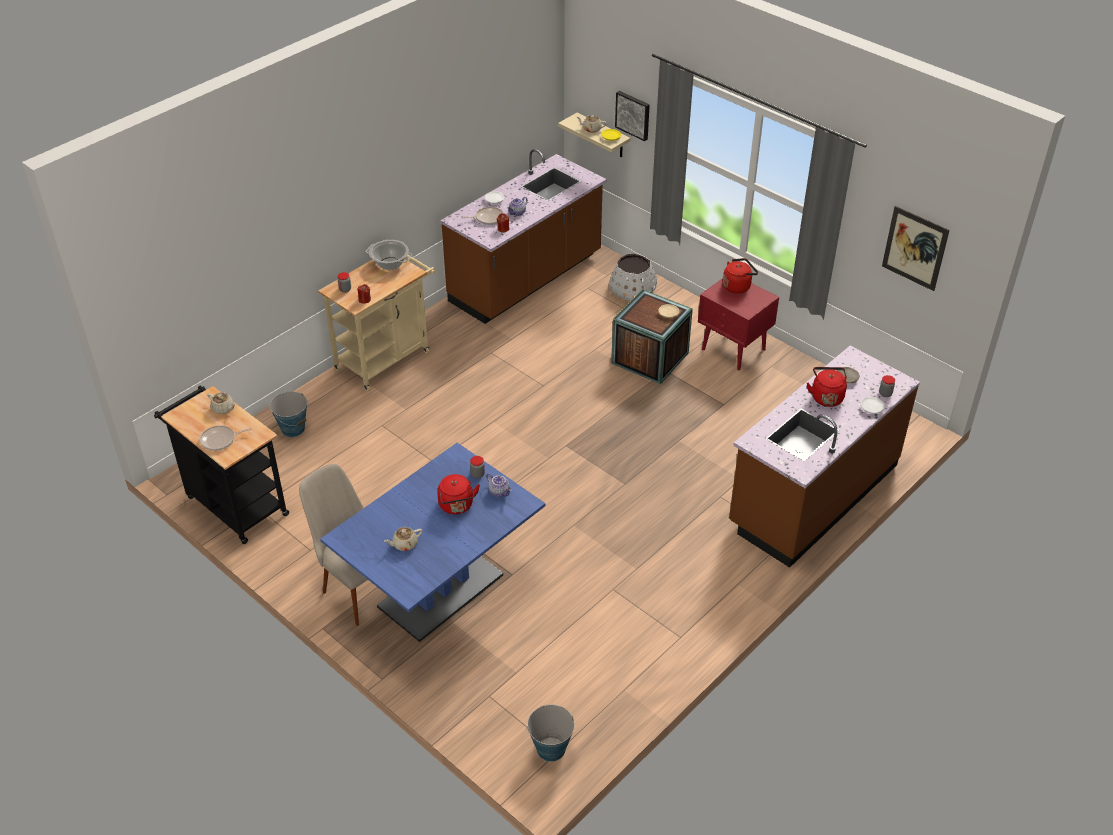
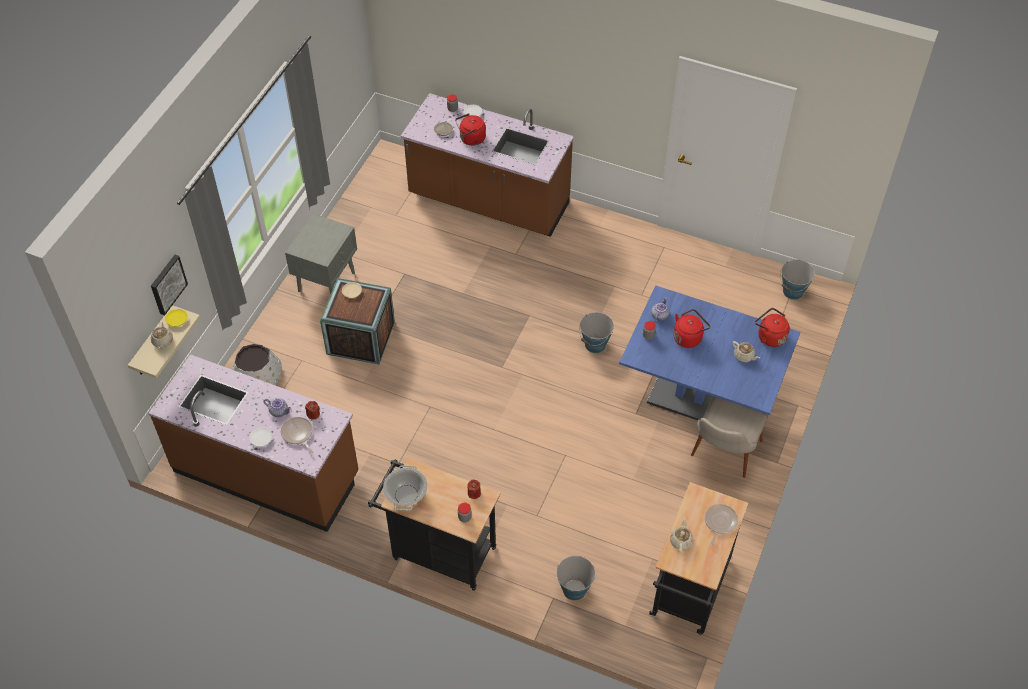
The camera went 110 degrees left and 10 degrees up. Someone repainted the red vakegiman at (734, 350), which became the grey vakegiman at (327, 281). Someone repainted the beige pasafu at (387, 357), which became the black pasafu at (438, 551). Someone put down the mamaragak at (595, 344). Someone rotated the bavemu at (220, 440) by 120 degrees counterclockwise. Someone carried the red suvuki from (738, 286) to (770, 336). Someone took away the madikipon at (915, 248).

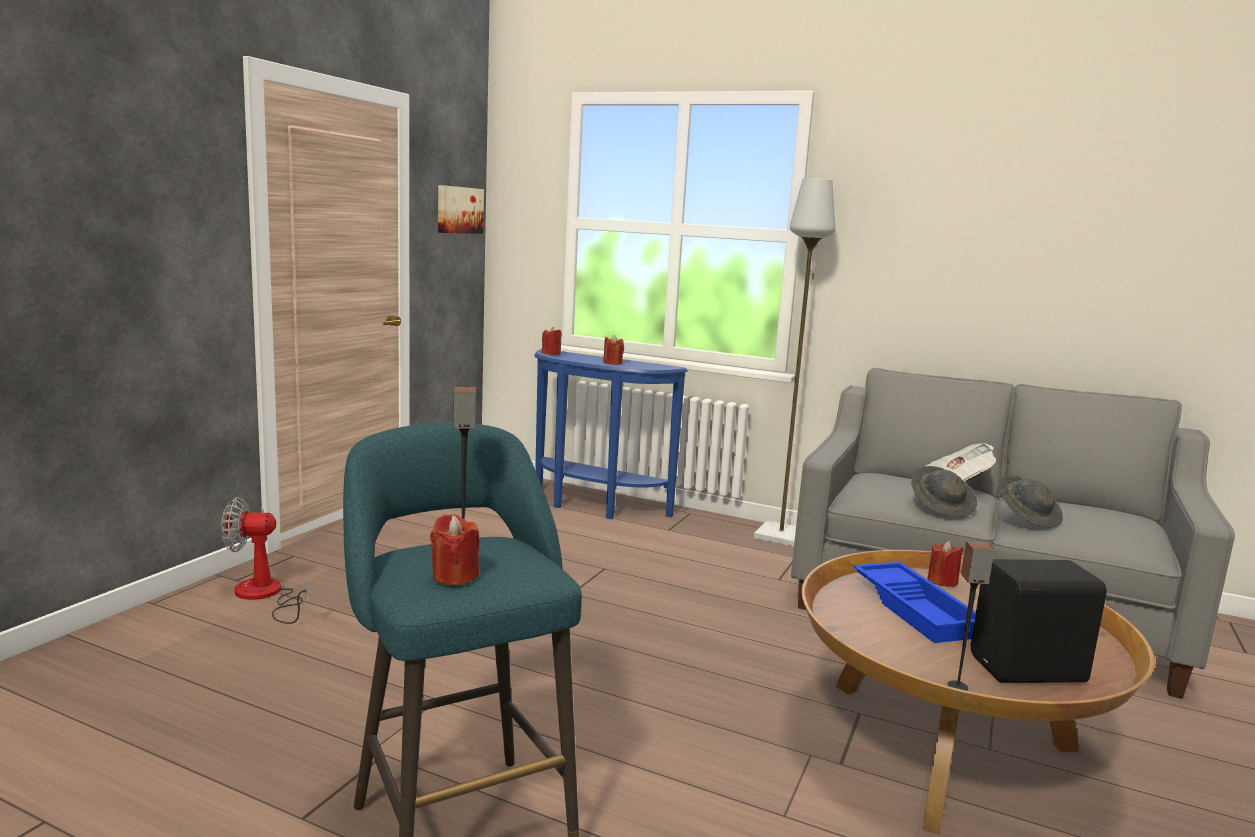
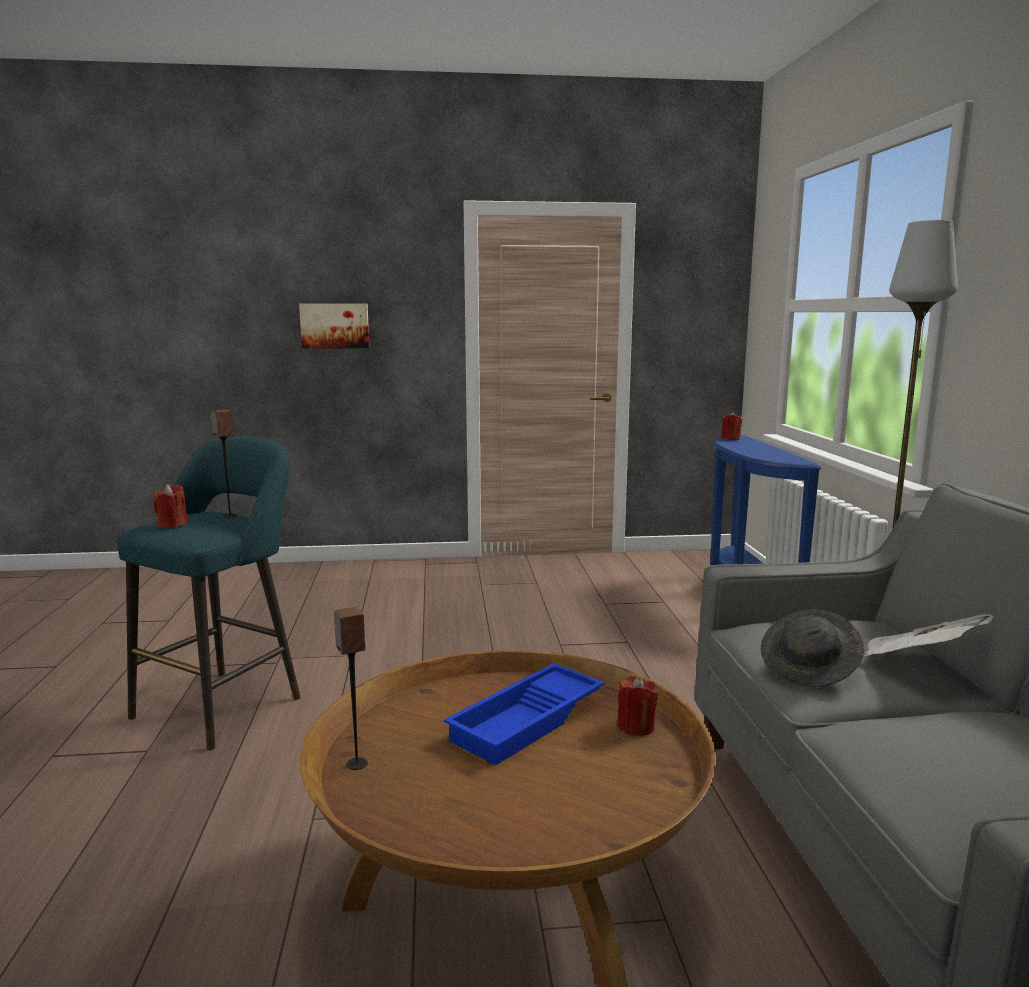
The camera went 60 degrees right and 0 degrees up. Someone carried the madikipon from (458, 210) to (335, 326). Someone took away the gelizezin at (265, 596). Someone took away the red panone at (612, 363). Someone took away the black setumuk at (1030, 671). Someone took away the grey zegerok at (1027, 517).

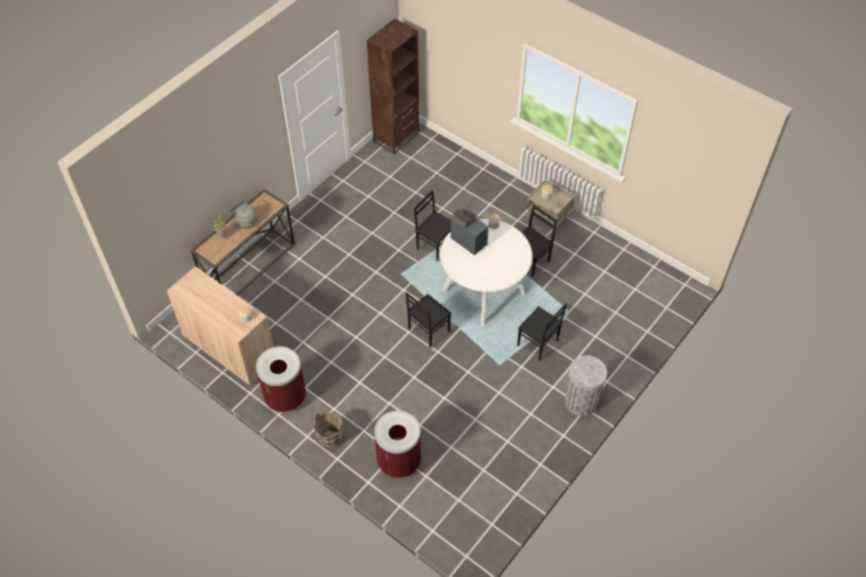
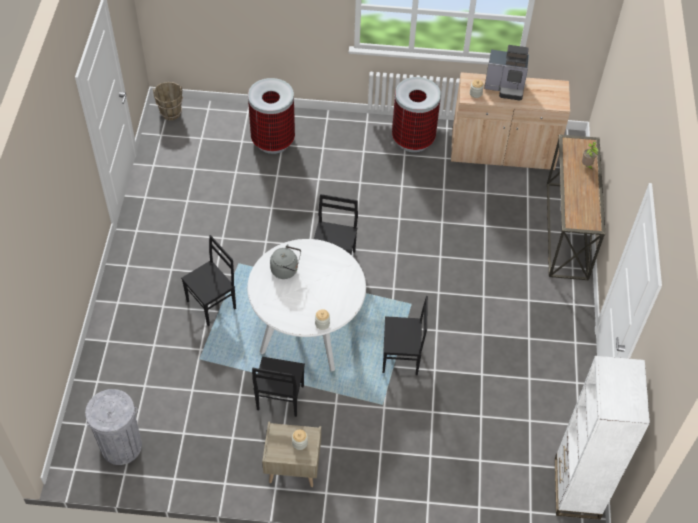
The camera went 145 degrees right and 0 degrees up. Someone carried the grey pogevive from (581, 402) to (121, 446). Someone carried the brown mamaragak from (330, 439) to (171, 113). Someone rotated the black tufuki at (537, 343) by 135 degrees clockwise. Someone carried the grey suvuki from (245, 221) to (286, 270). Someone carried the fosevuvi from (469, 239) to (505, 87). Someone repainted the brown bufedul at (396, 136), which became the white bufedul at (576, 488).

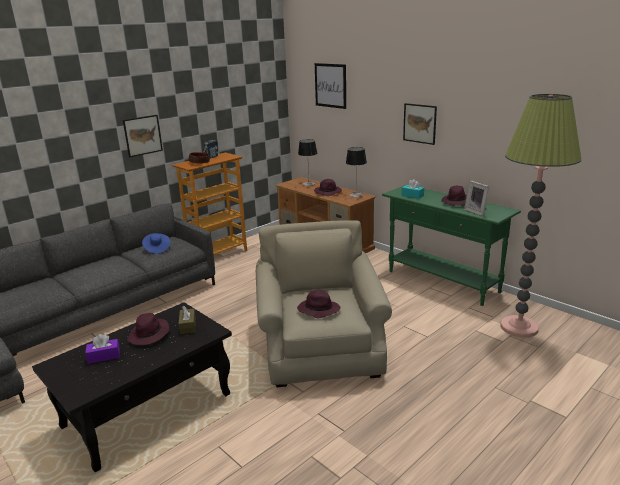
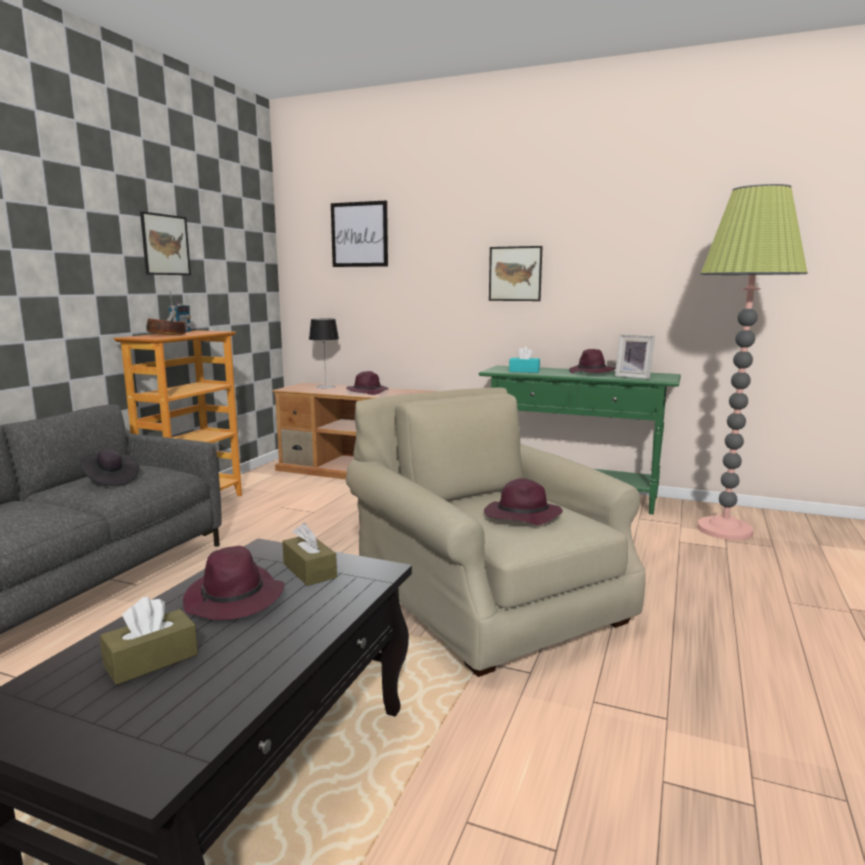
The camera went 25 degrees left and 10 degrees down. Someone repainted the blue zegerok at (157, 249), which became the black zegerok at (110, 480). Someone repainted the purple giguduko at (104, 356), which became the brown giguduko at (151, 660). Someone carried the madikipon from (142, 135) to (165, 245). Someone took away the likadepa at (356, 195).

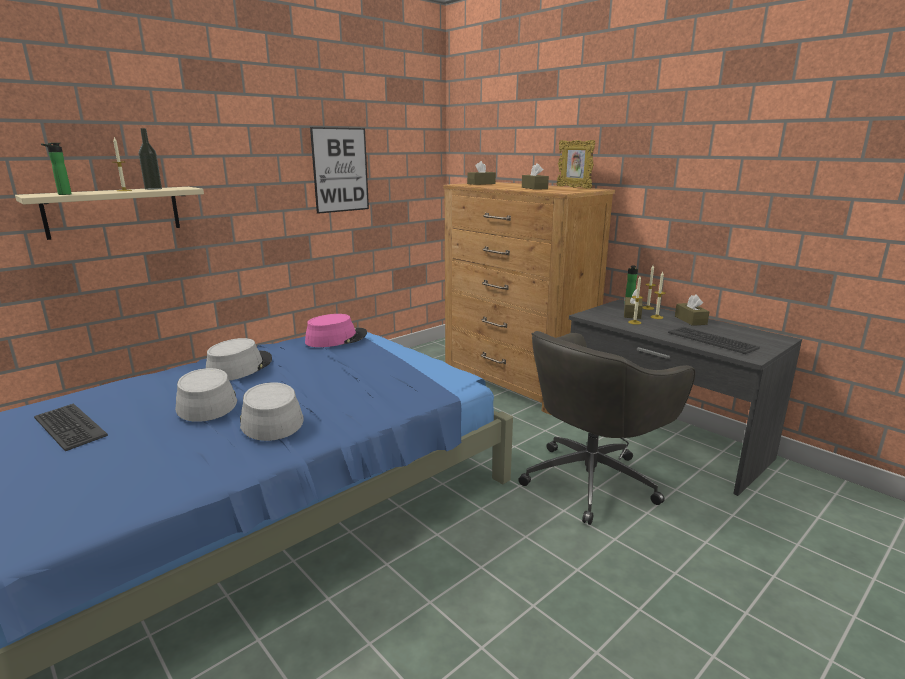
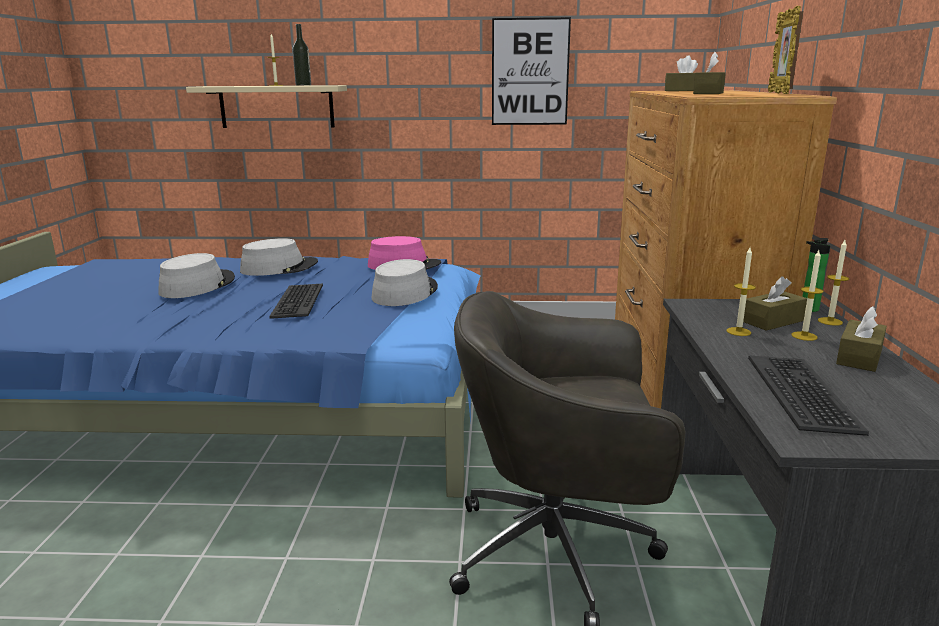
The camera went 45 degrees right and 0 degrees up. Someone carried the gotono from (69, 427) to (297, 301). Someone carried the grey zegerok from (270, 419) to (404, 293). Someone took away the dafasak at (62, 194).

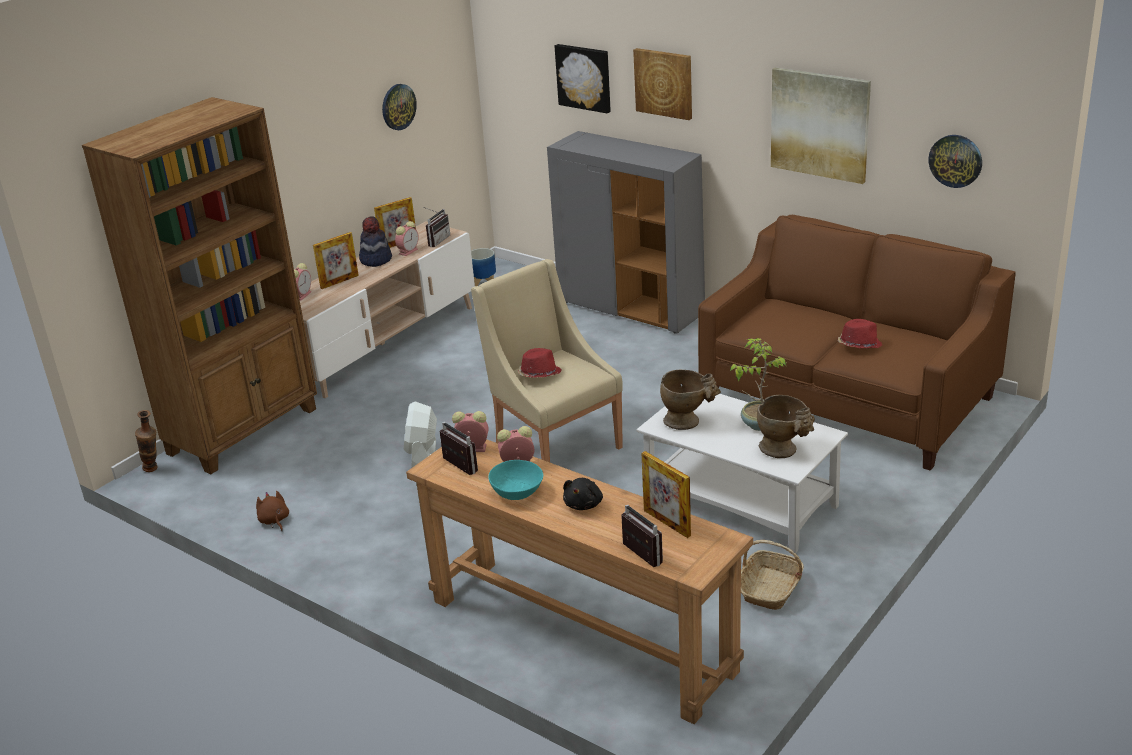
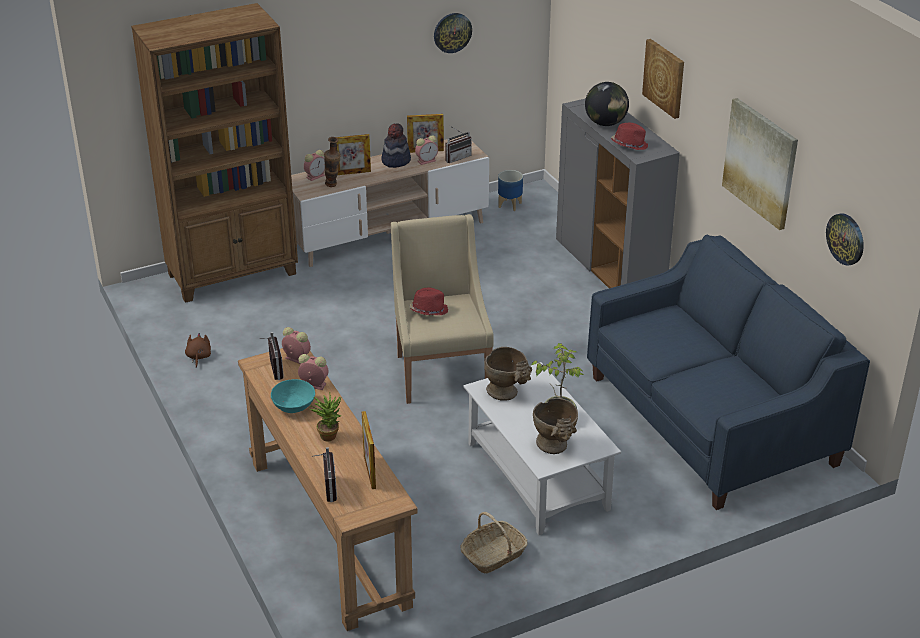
The camera went 25 degrees right and 5 degrees up. Someone swapped the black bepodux at (584, 504) for the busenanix at (329, 434). Someone carried the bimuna from (154, 470) to (333, 186). Someone put down the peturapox at (605, 123). Someone repainted the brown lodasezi at (848, 399), which became the blue lodasezi at (711, 420). Someone carried the red zegerok from (858, 345) to (629, 145). Someone took away the white gelizezin at (423, 457). Someone took away the madikipon at (584, 77).

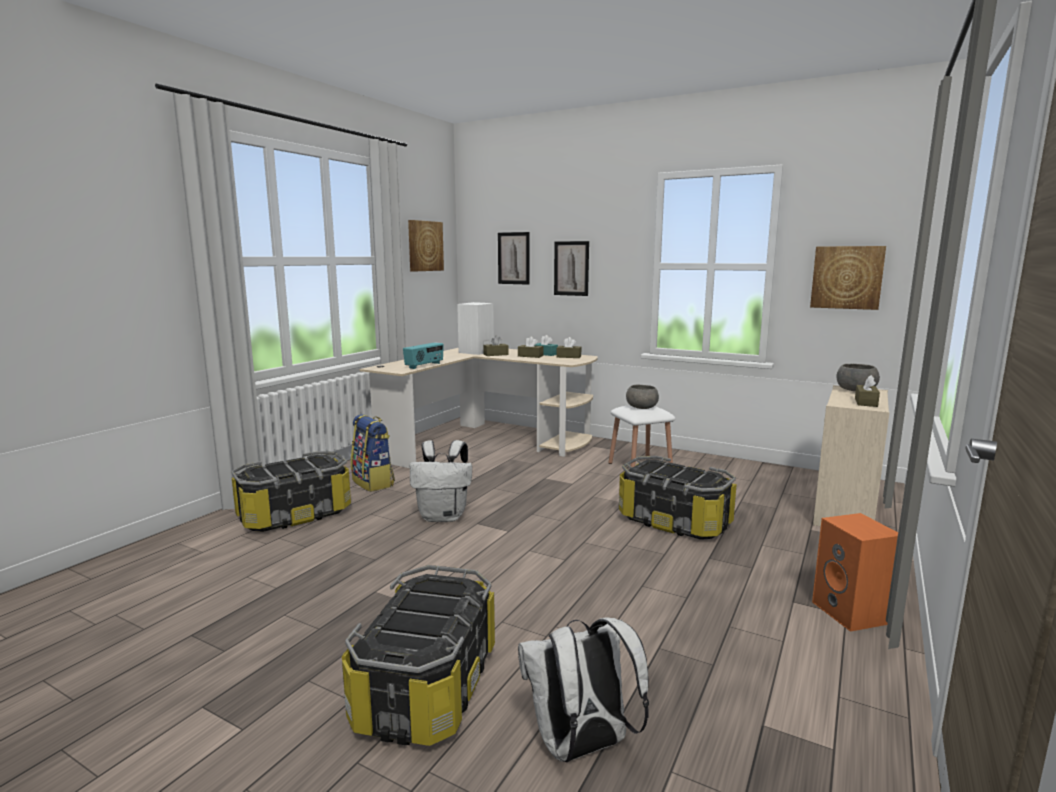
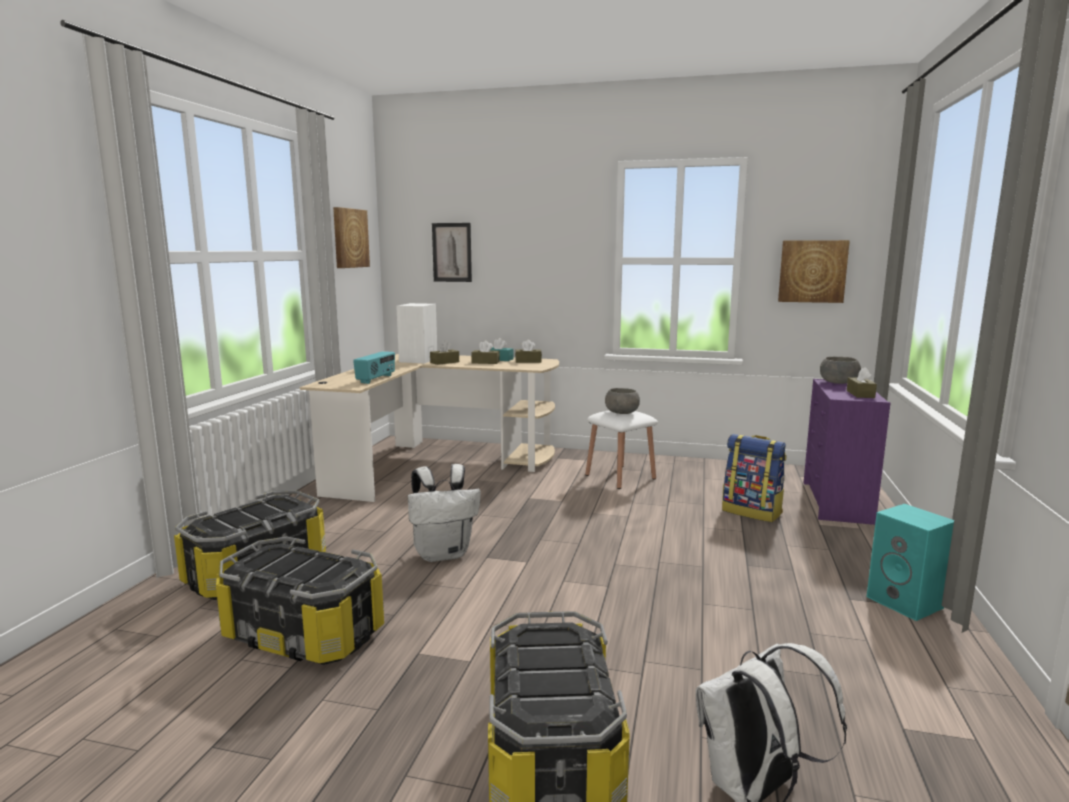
The camera went 15 degrees left and 0 degrees up. Someone carried the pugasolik from (674, 522) to (303, 635). Someone carried the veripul from (374, 483) to (752, 512). Someone repainted the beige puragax at (844, 511), which became the purple puragax at (837, 503). Someone repainted the orange setumuk at (852, 613), which became the turquoise setumuk at (906, 603). Someone took away the madikipon at (571, 268).

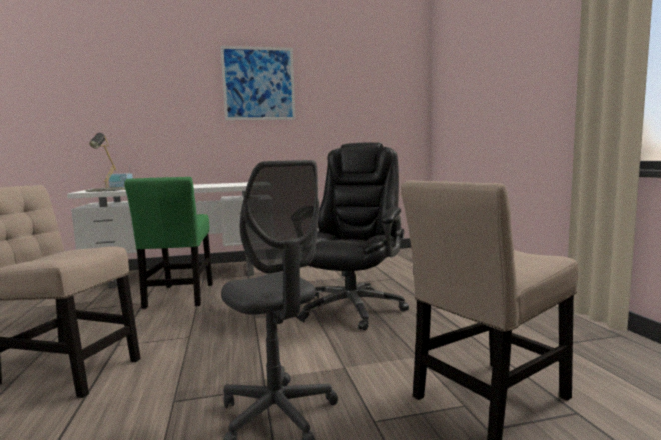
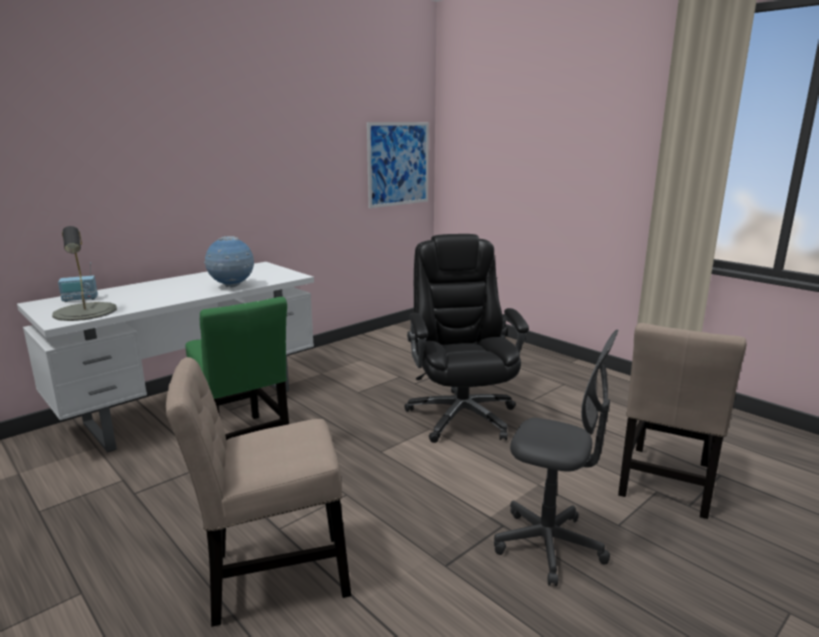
The camera went 30 degrees left and 10 degrees up. Someone put down the peturapox at (232, 286). Someone carried the madikipon from (259, 84) to (398, 164).

